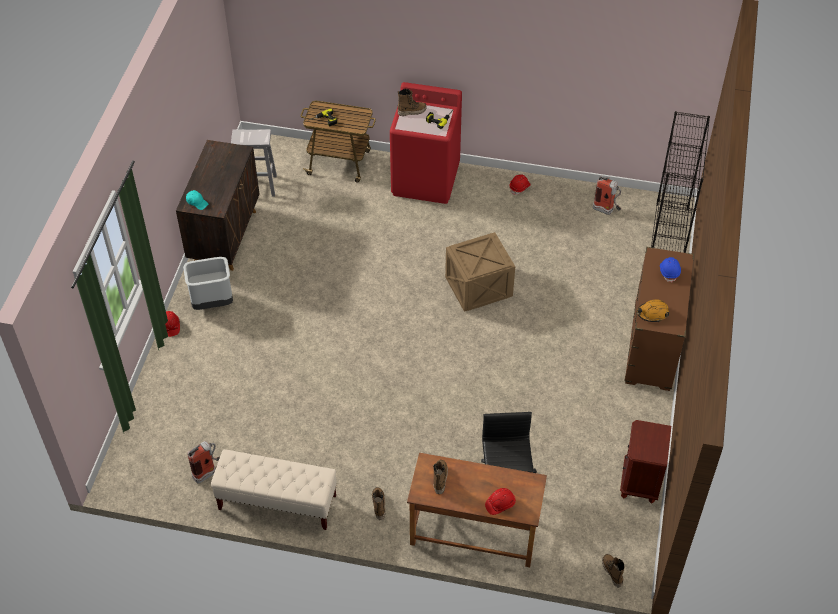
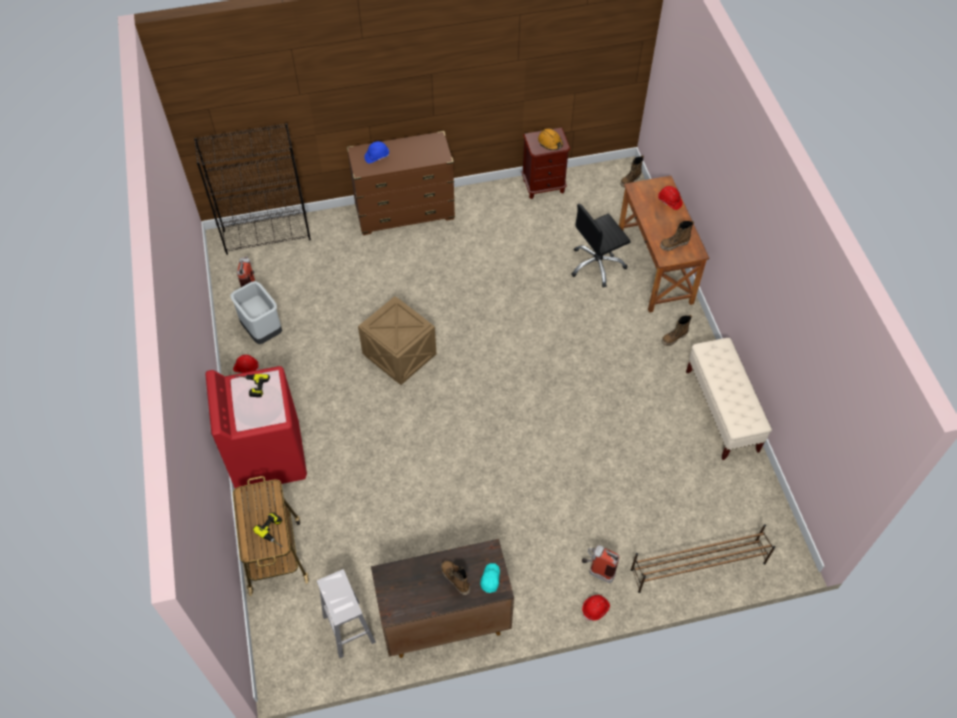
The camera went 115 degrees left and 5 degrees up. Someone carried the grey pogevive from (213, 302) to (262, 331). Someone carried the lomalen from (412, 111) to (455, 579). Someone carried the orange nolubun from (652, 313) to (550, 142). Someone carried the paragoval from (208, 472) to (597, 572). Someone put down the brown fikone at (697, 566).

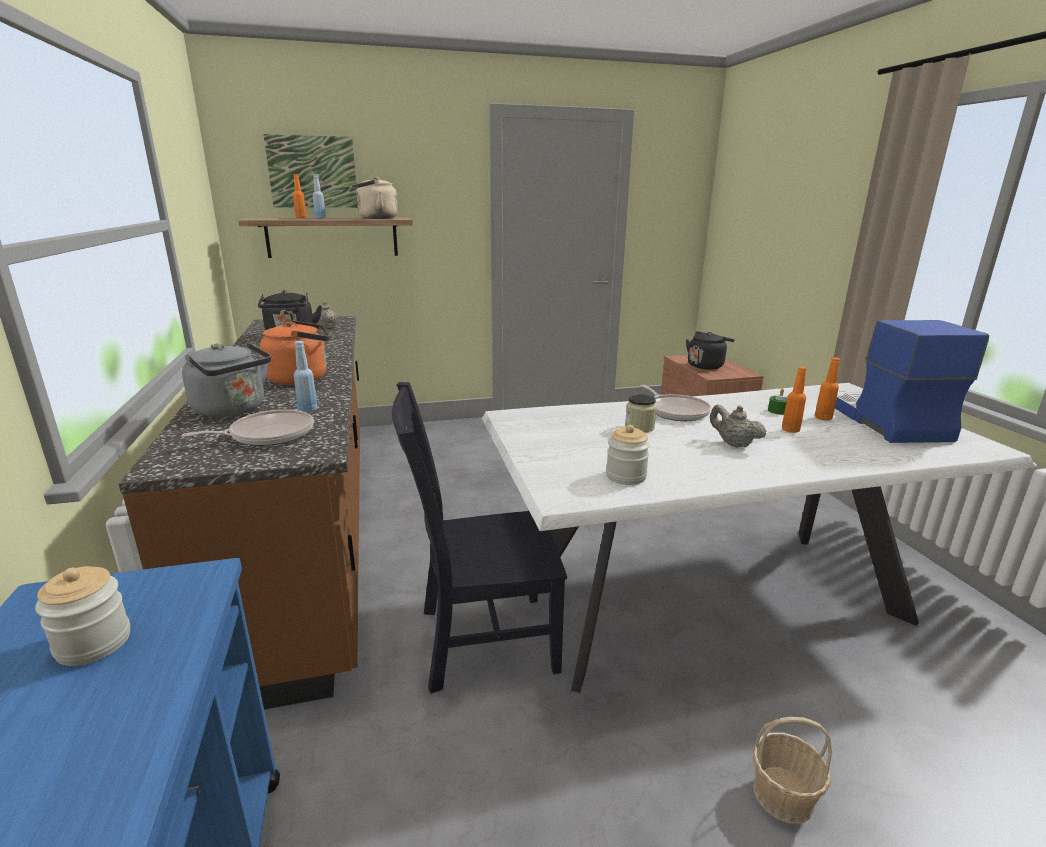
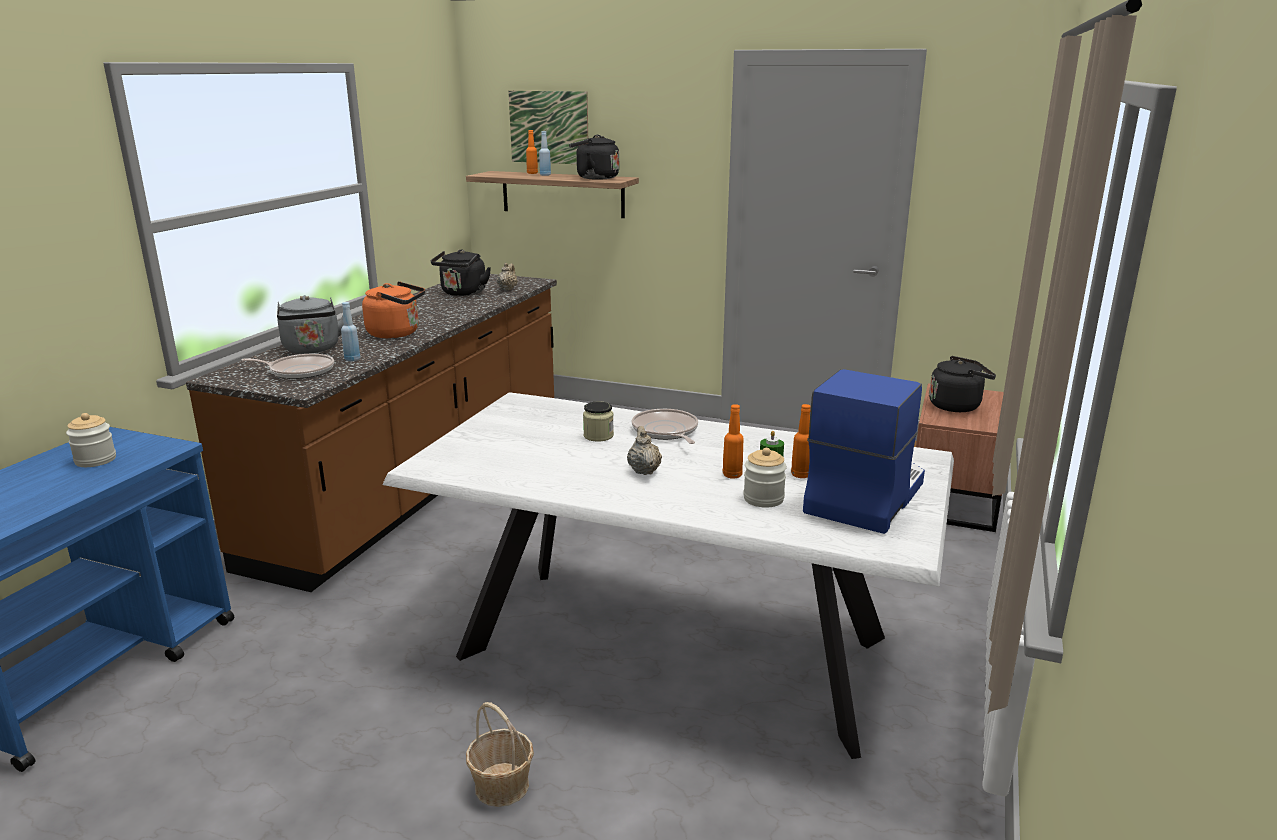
The camera went 35 degrees right and 0 degrees up. Someone repainted the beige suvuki at (375, 218), which became the black suvuki at (594, 178). Someone rotated the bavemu at (675, 411) by 150 degrees clockwise. Someone carried the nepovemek from (626, 476) to (763, 499). Someone took away the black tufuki at (480, 640).

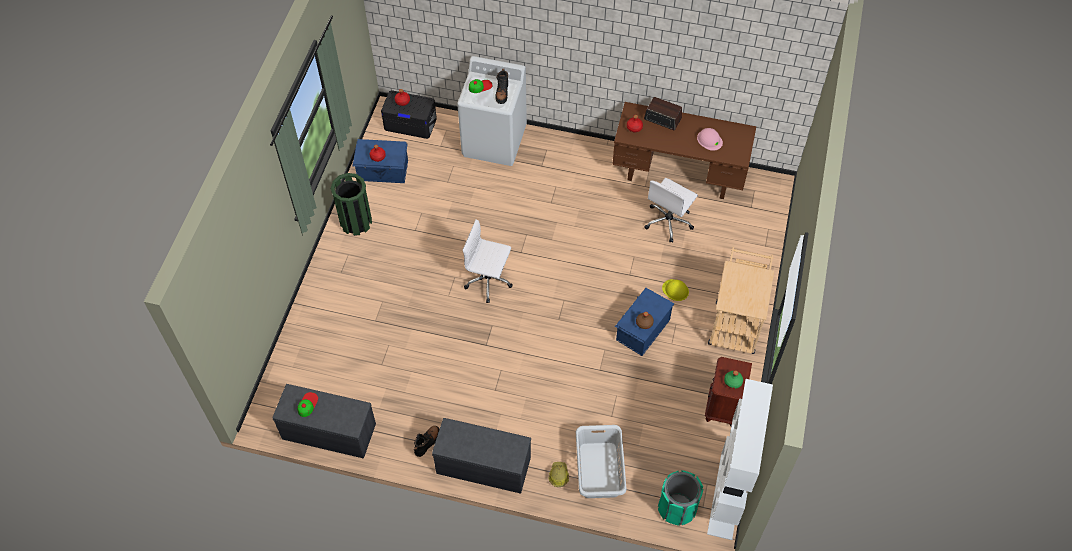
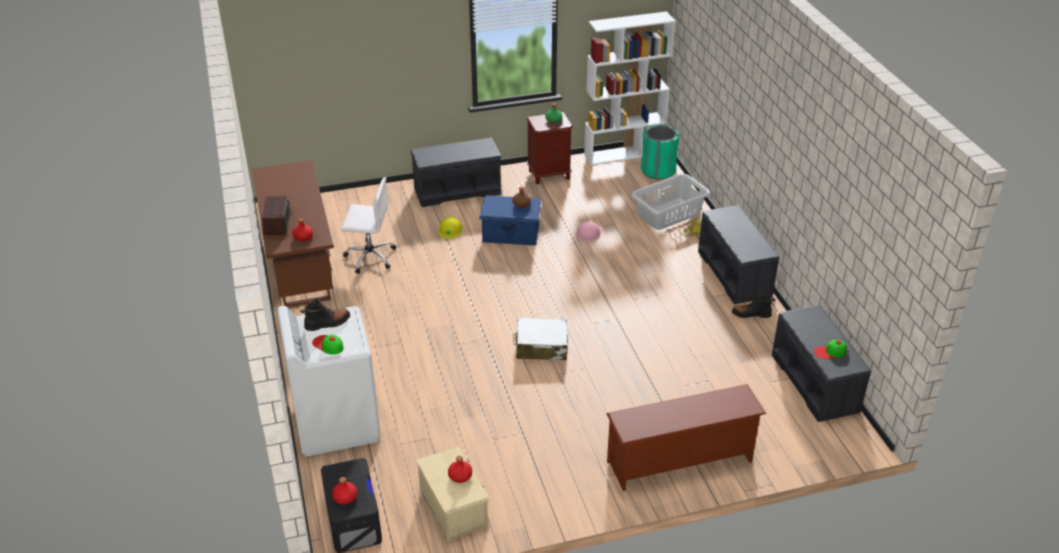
The camera went 120 degrees left and 20 degrees down. Someone swapped the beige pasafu at (735, 322) for the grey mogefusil at (457, 190). Someone repainted the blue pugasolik at (383, 171), which became the beige pugasolik at (454, 507). Someone swapped the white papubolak at (489, 281) for the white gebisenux at (541, 346). Someone carried the pink nolubun from (709, 140) to (588, 233). Someone put down the brown fikone at (680, 463). Someone took away the green pogevive at (356, 222).

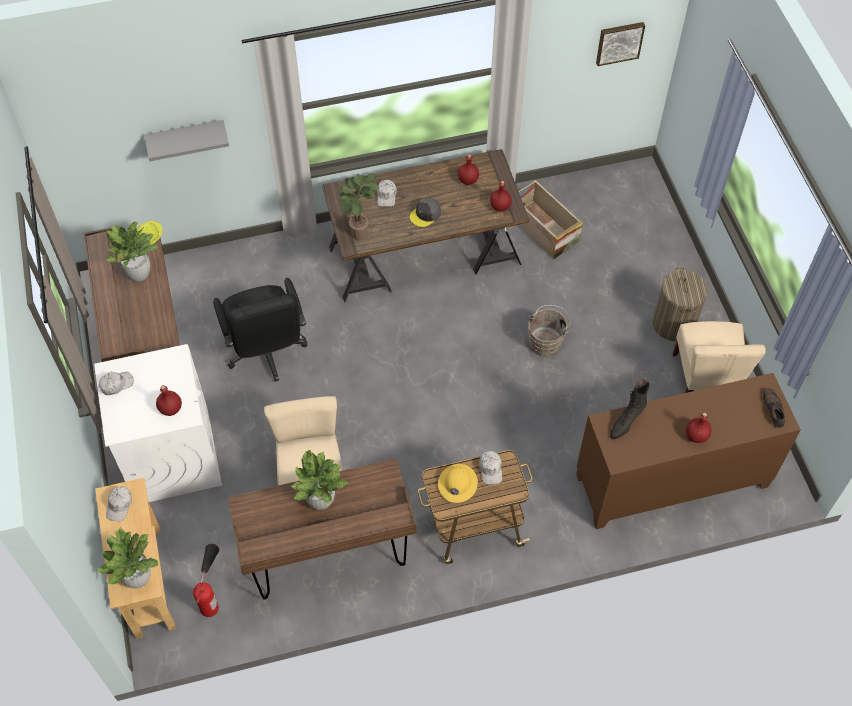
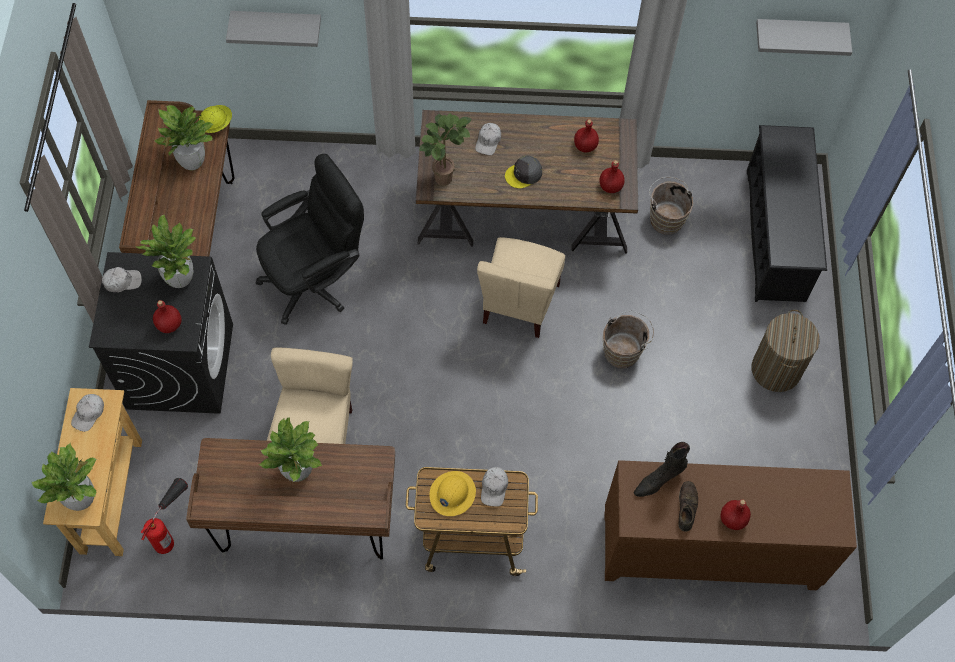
The camera went 15 degrees right and 5 degrees up. Someone repainted the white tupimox at (172, 455), which became the black tupimox at (180, 365). Someone put down the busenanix at (179, 278). Someone rotated the black papubolak at (267, 353) by 120 degrees counterclockwise. Someone carried the beige tufuki from (705, 378) to (519, 304). Someone swapped the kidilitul at (542, 228) for the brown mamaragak at (665, 218). Someone carried the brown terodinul from (773, 409) to (686, 507). Someone put down the black fikone at (775, 235). Someone swapped the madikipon at (619, 42) for the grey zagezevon at (799, 32).

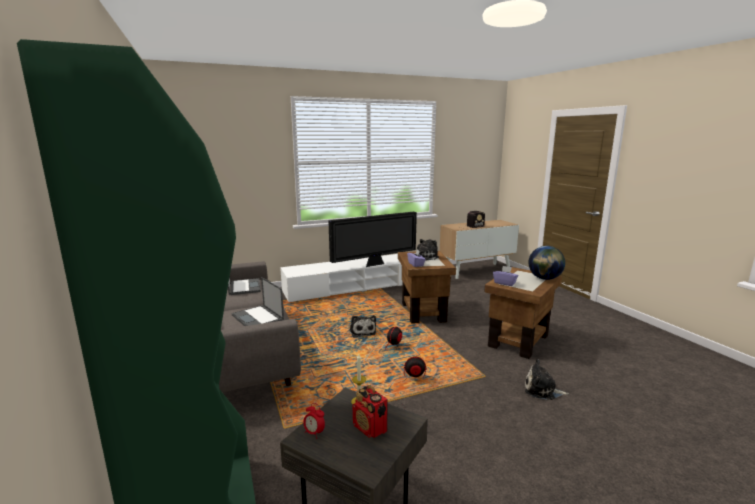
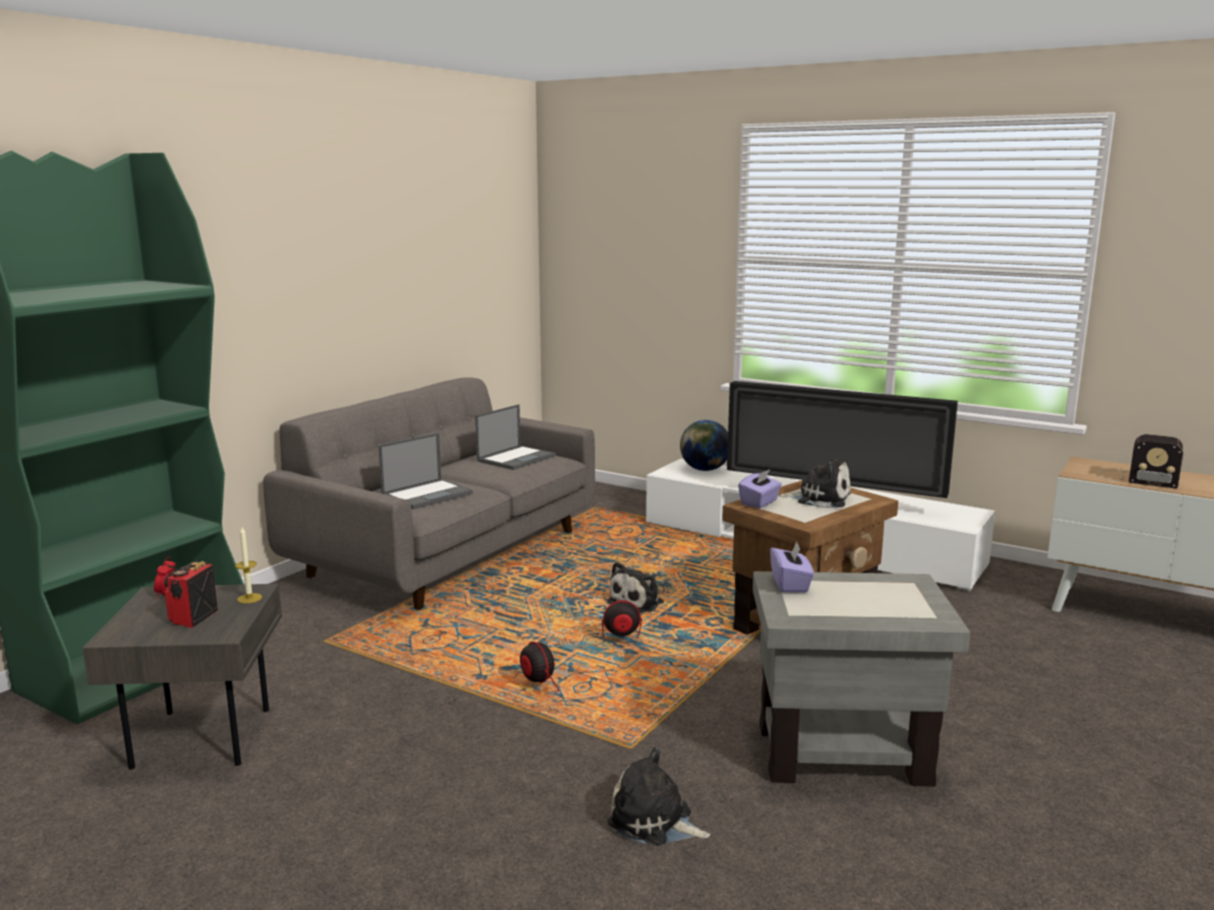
The camera went 55 degrees right and 0 degrees up. Someone rotated the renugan at (258, 318) by 150 degrees counterclockwise. Someone rotated the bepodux at (542, 390) by 45 degrees counterclockwise. Someone carried the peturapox from (544, 278) to (704, 470). Someone repainted the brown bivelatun at (517, 340), which became the grey bivelatun at (841, 752).

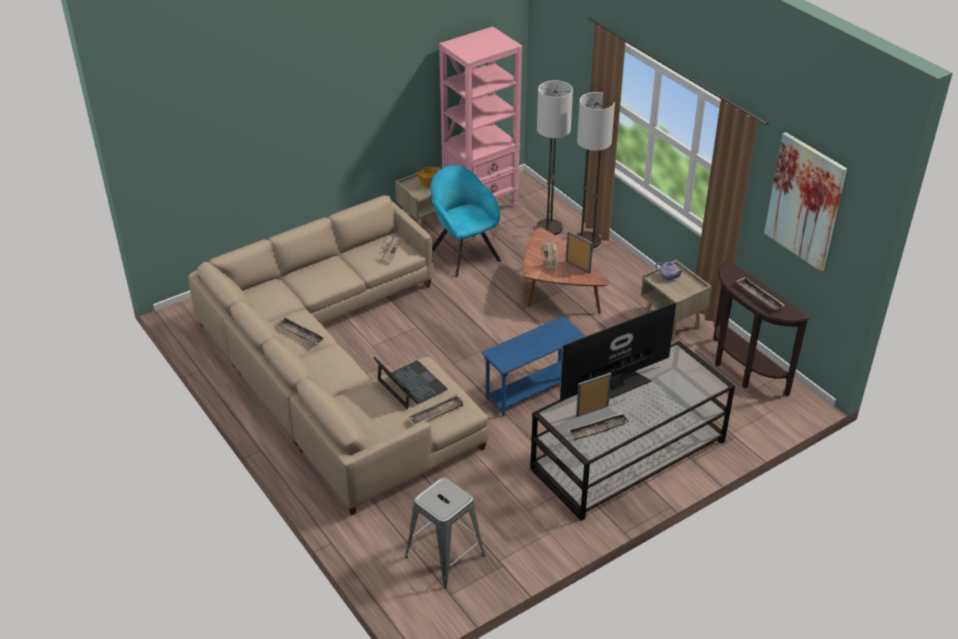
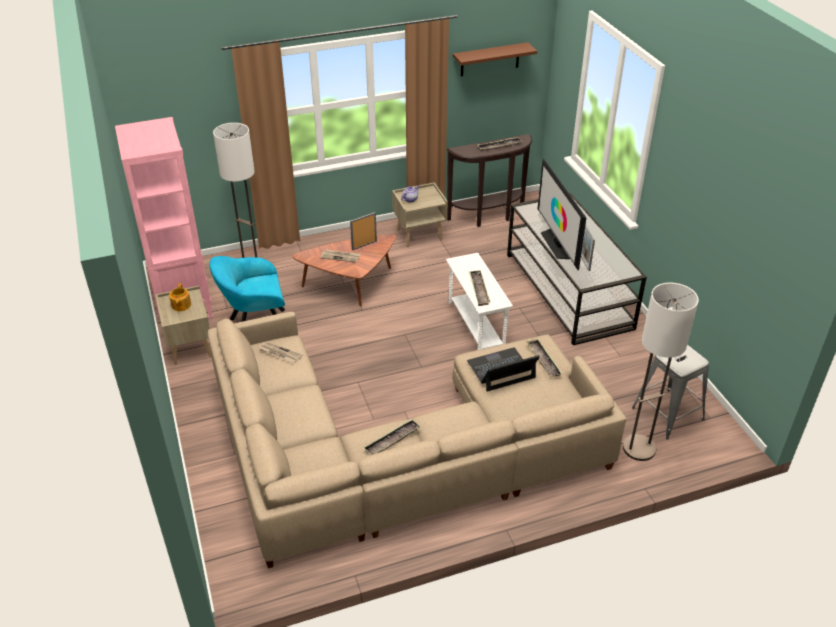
The camera went 75 degrees left and 0 degrees up. Someone repainted the blue bivelatun at (532, 390), which became the white bivelatun at (476, 325). Someone swapped the madikipon at (805, 201) for the brown zagezevon at (490, 59). Someone carried the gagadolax from (598, 429) to (479, 290). Someone carried the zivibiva from (587, 241) to (639, 448).

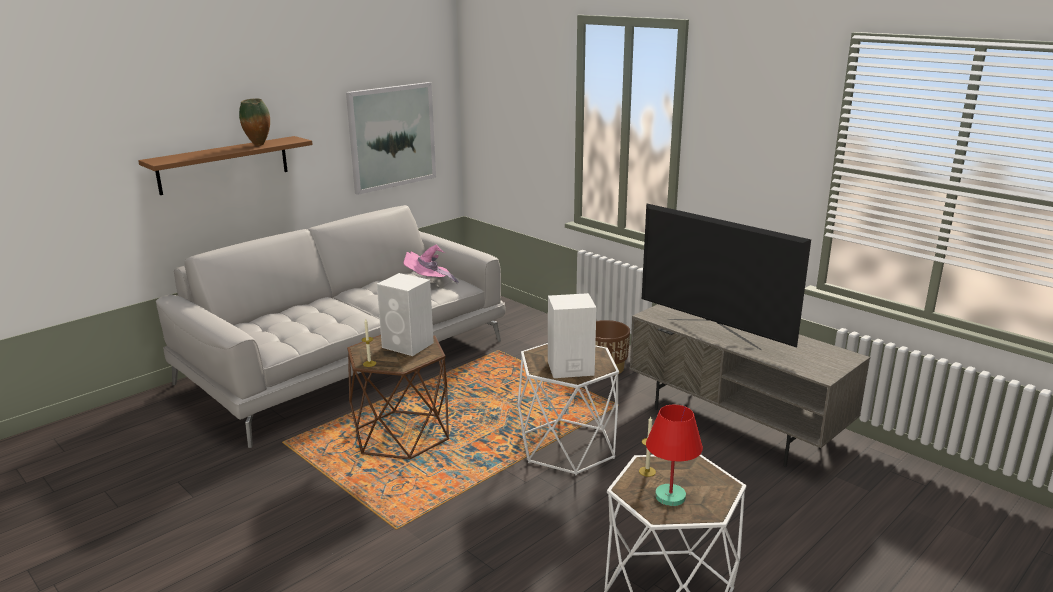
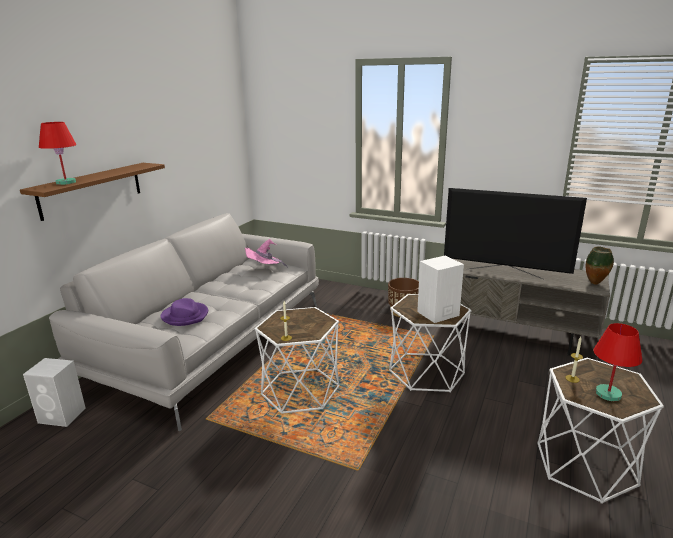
The camera went 20 degrees left and 0 degrees up. Someone carried the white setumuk from (408, 345) to (63, 415). Someone put down the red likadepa at (65, 182). Someone put down the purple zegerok at (185, 316). Someone repainted the brown bivelatun at (402, 435), which became the white bivelatun at (300, 391). Someone carried the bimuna from (258, 145) to (595, 284). Someone took away the madikipon at (392, 137).

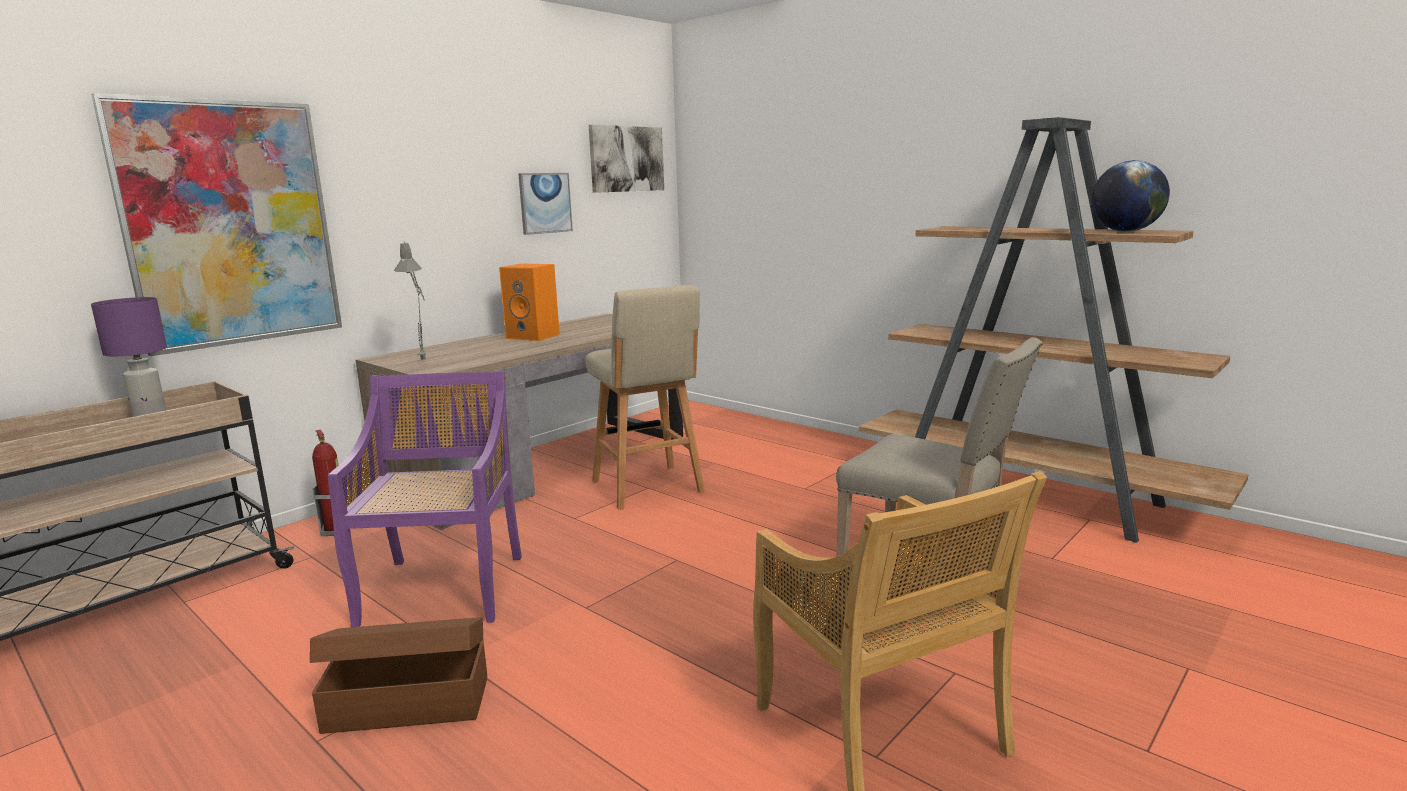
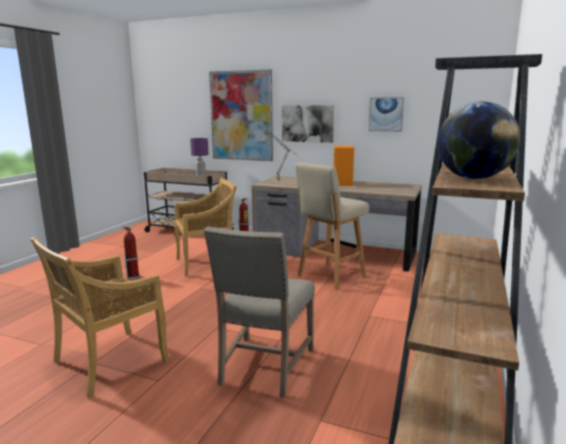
The camera went 70 degrees right and 0 degrees up. Someone swapped the brown pugasolik at (406, 703) for the paragoval at (133, 277). Someone repainted the purple tufuki at (443, 588), which became the beige tufuki at (207, 263). Someone carried the madikipon from (626, 159) to (307, 123).

